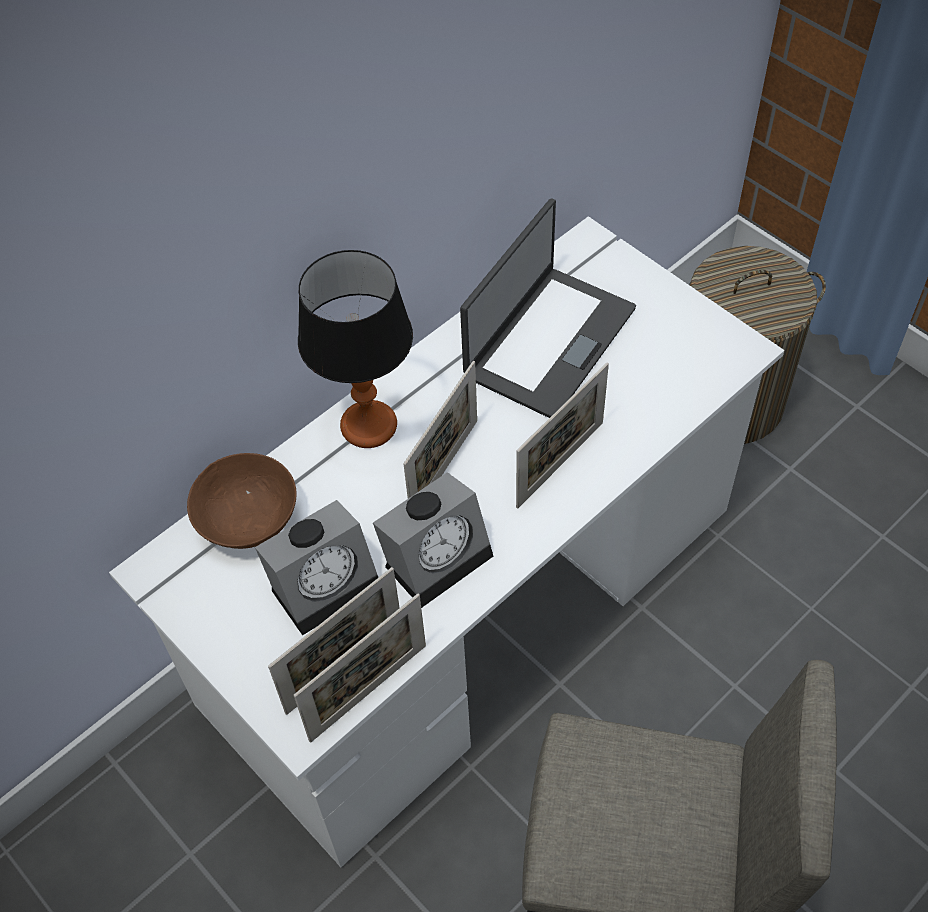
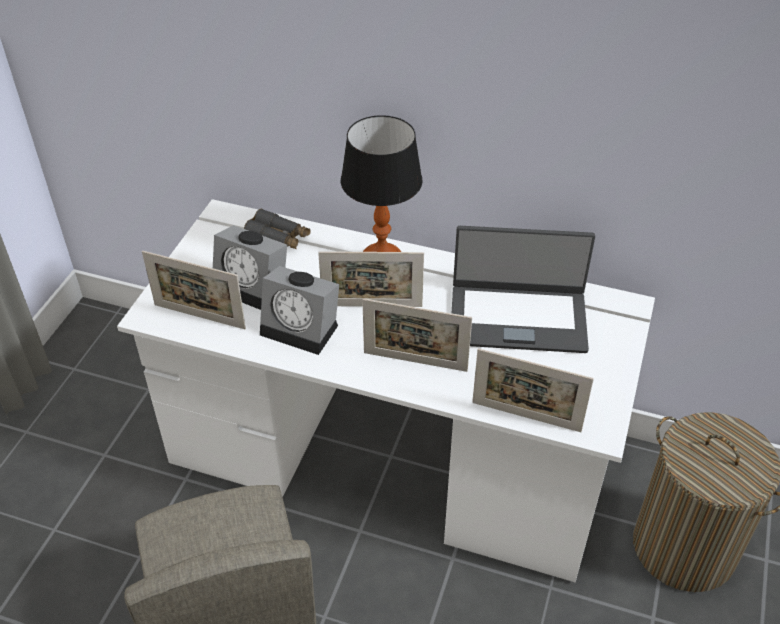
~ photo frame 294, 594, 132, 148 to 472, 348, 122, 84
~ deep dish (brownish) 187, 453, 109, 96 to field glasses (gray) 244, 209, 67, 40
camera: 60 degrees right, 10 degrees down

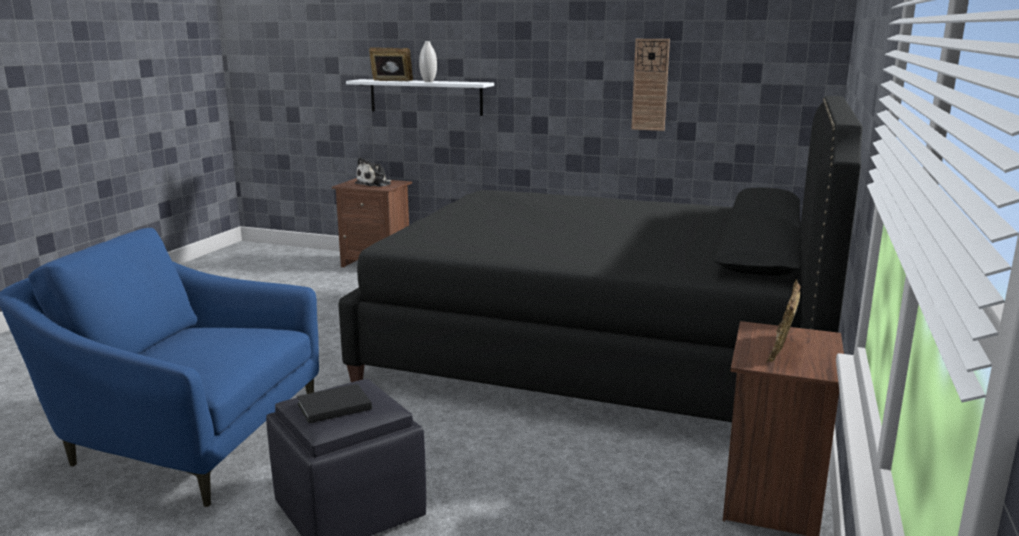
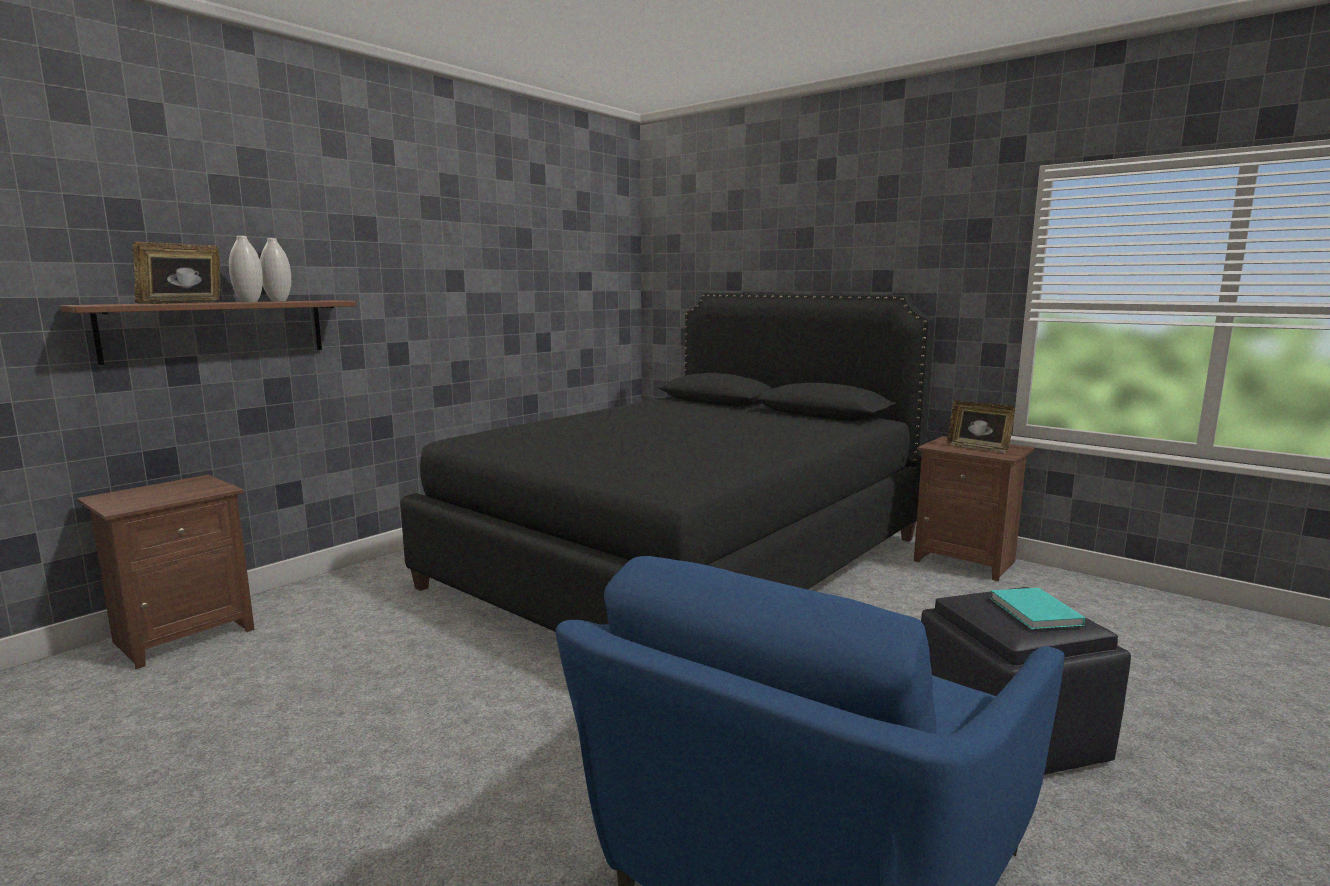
- plush toy 355, 157, 37, 30
- clock on the wall 631, 39, 39, 92
+ flower vase (white-coloured) 260, 238, 31, 63
~ book (blackish) 297, 384, 75, 39 to book (turquoise-coloured) 990, 588, 95, 42
~ bracket shelf (white-coloured) 346, 79, 148, 37 to bracket shelf (brownish) 60, 300, 296, 65
camera: 70 degrees left, 5 degrees down

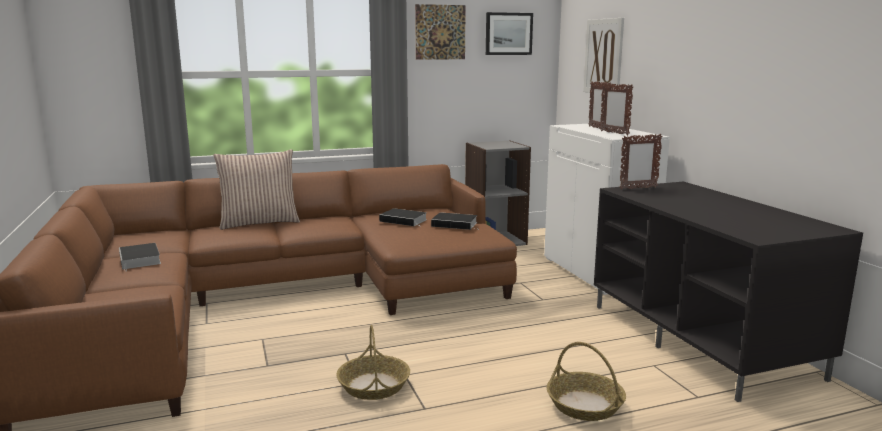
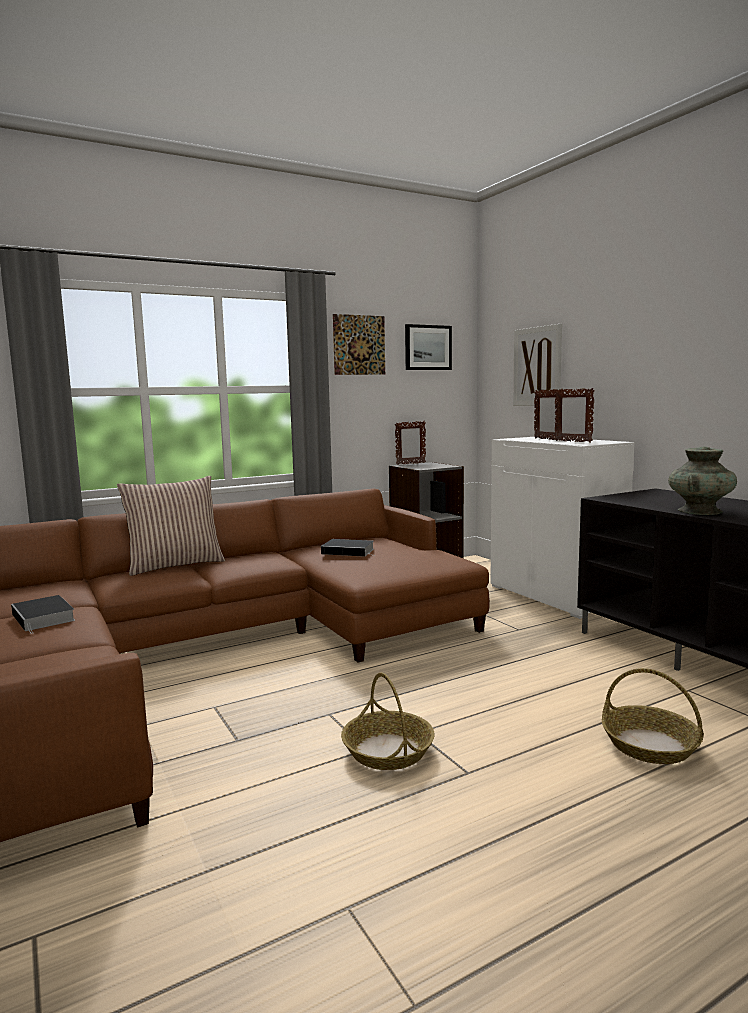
- book 431, 212, 46, 18
+ flower vase (turquoise-coloured) 668, 447, 69, 68
~ photo frame 620, 134, 43, 55 to 395, 421, 31, 44
camera: 10 degrees left, 5 degrees down

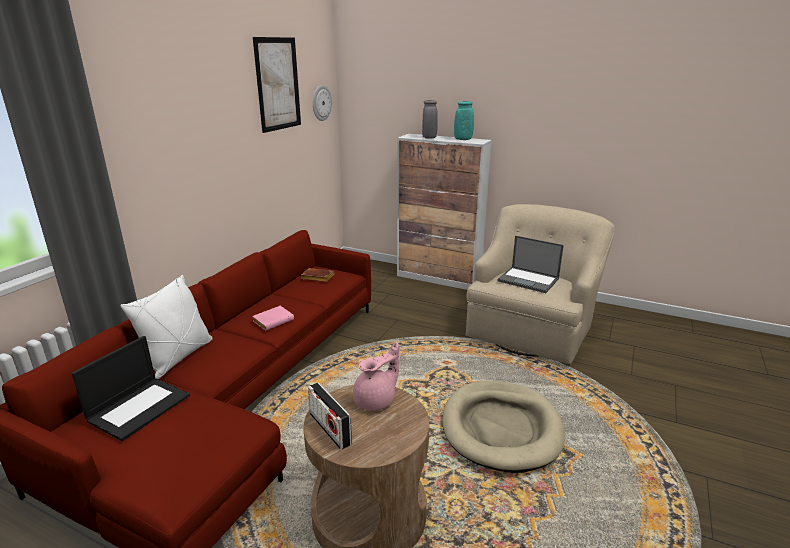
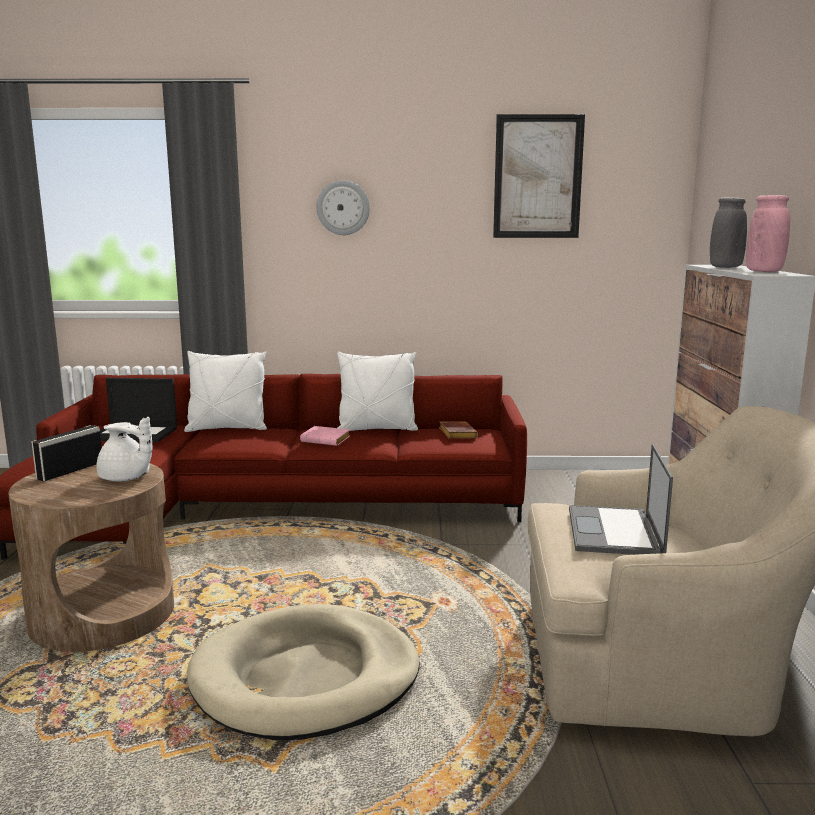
+ cushion (white-coloured) 337, 352, 81, 79
~ clock on the wall 313, 85, 19, 36 to 317, 180, 53, 55
~ pot for tea (pink) 353, 342, 46, 69 to pot for tea (white-coloured) 97, 417, 55, 64
~ flower vase (turquoise-coloured) 454, 101, 20, 39 to flower vase (pink) 746, 195, 44, 77
camera: 65 degrees right, 10 degrees down

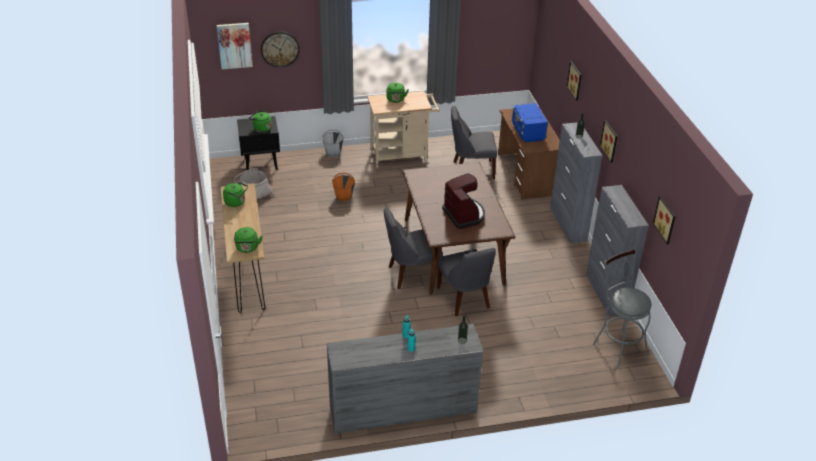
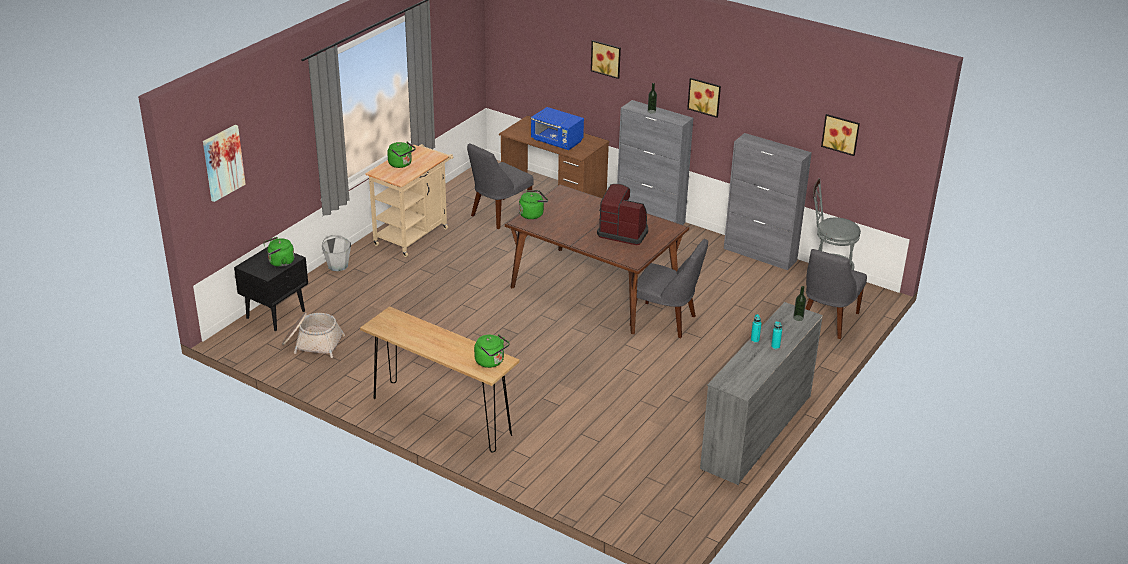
- clock on the wall 261, 31, 39, 36
- bucket (orangey) 332, 173, 23, 29
~ water kettle (green) 223, 182, 25, 25 to 519, 190, 29, 29
~ upright chair (gray) 384, 207, 59, 82 to 805, 249, 62, 90
camera: 45 degrees left, 5 degrees down

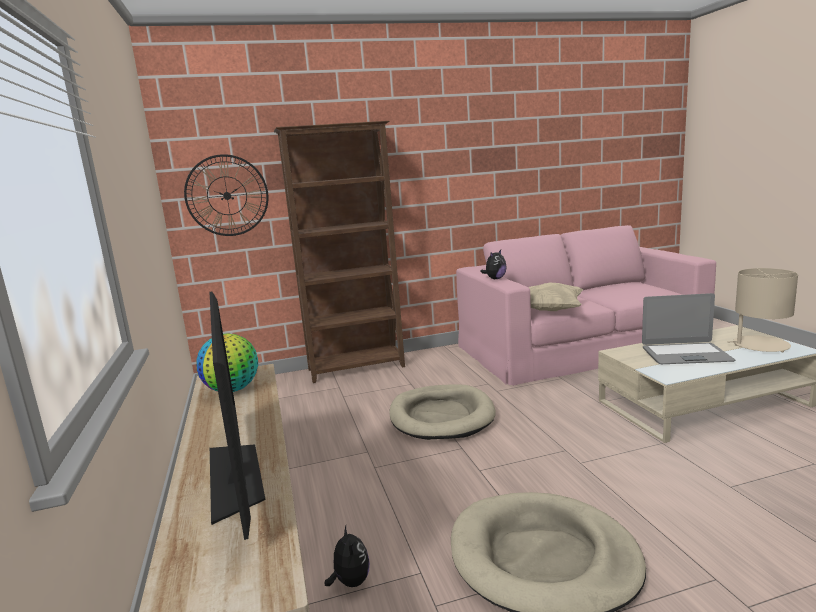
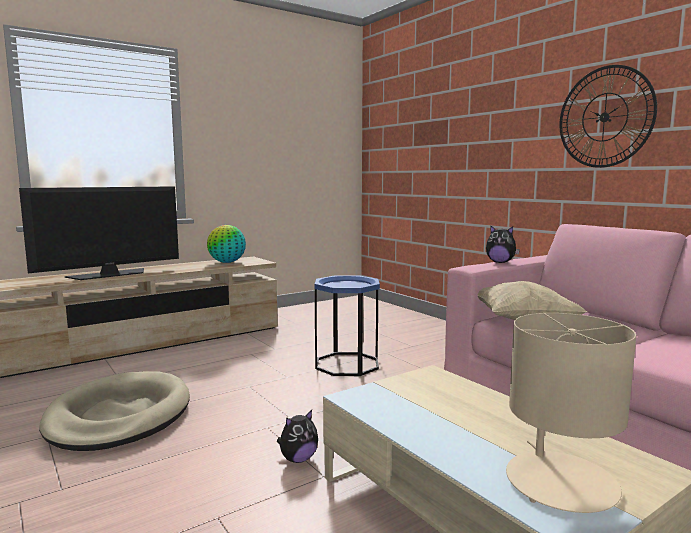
- bookshelf (brownish) 274, 121, 131, 262
- laptop 642, 293, 93, 71
~ clock on the wall 184, 154, 85, 82 to 559, 65, 98, 103
~ plush toy 325, 526, 45, 61 to 277, 410, 41, 53
~ dog cushion (beige-coloured) 389, 384, 107, 56 to side table (blue-coloured) 315, 275, 65, 101
camera: 70 degrees right, 5 degrees down

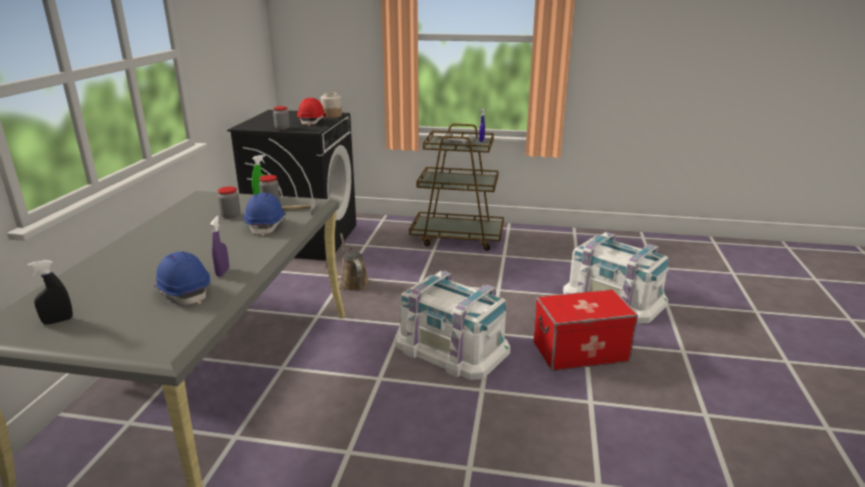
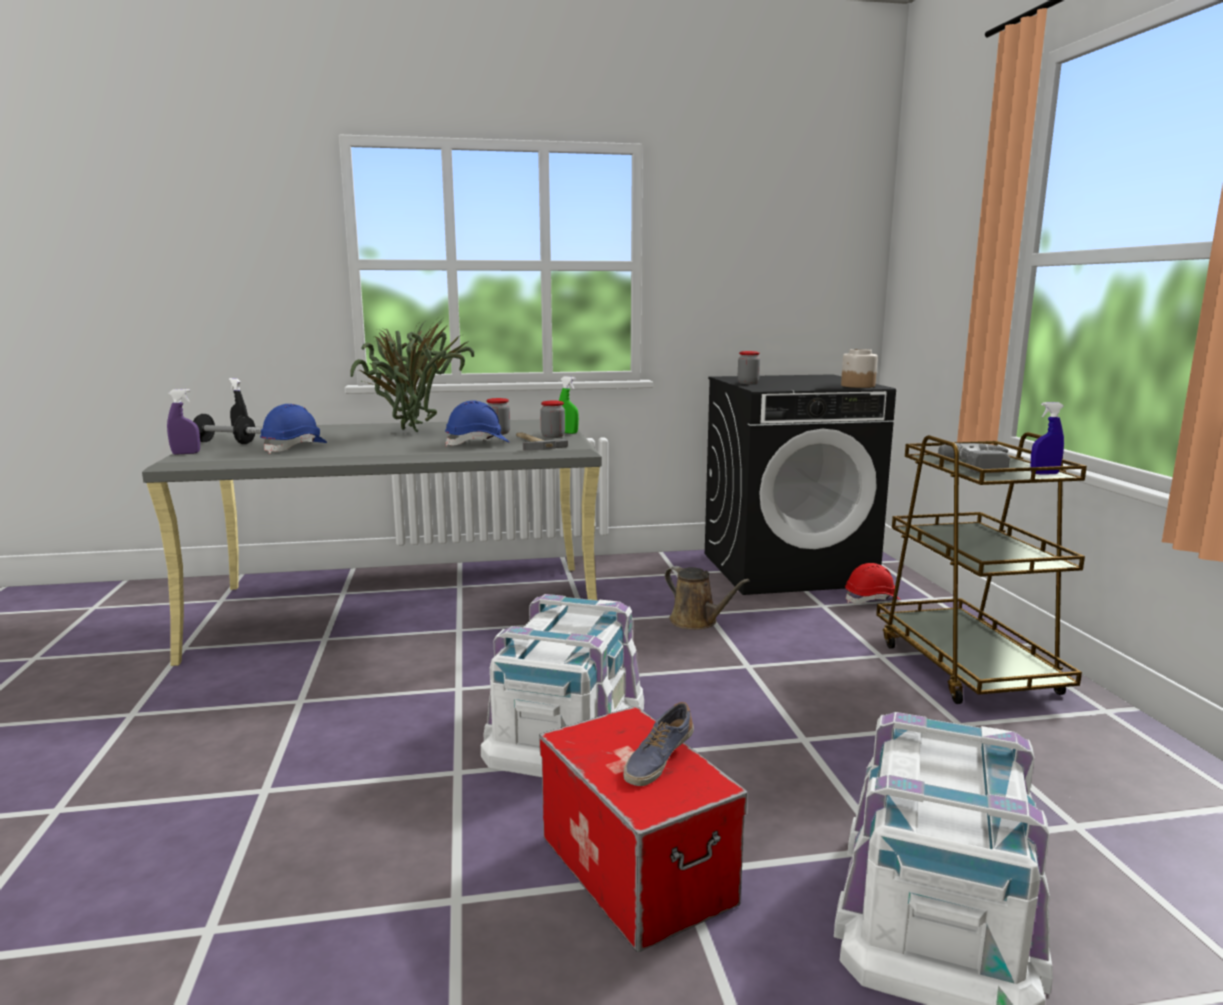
+ free weight 193, 414, 70, 30
+ houseplant 350, 319, 124, 113
+ item of footwear 623, 702, 71, 84
~ sprayer (purplish) 210, 216, 19, 61 to 167, 389, 33, 66
~ hard hat (red) 297, 98, 29, 28 to 845, 563, 56, 41
~ watering pot (brownish) 339, 233, 30, 58 = 665, 566, 85, 64 90 degrees clockwise
camera: 70 degrees right, 10 degrees down

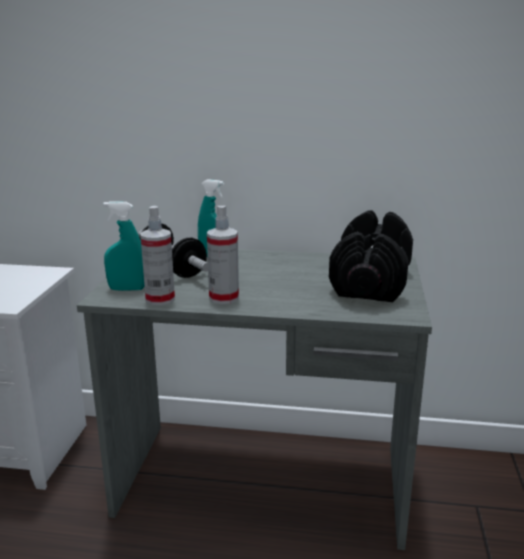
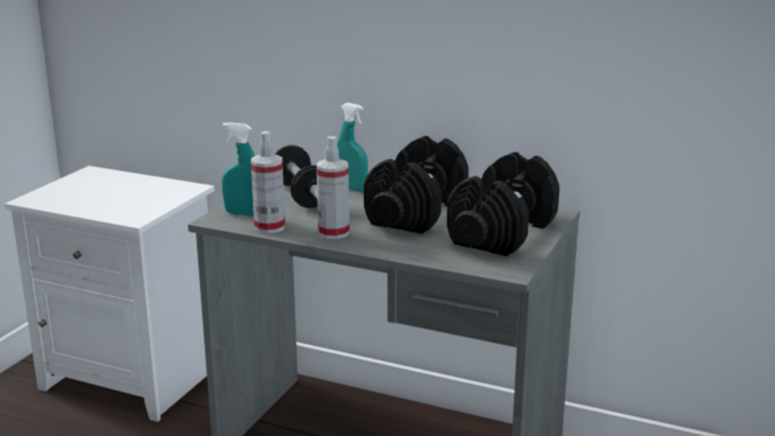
+ free weight (blackish) 364, 136, 105, 98
camera: 15 degrees right, 0 degrees up

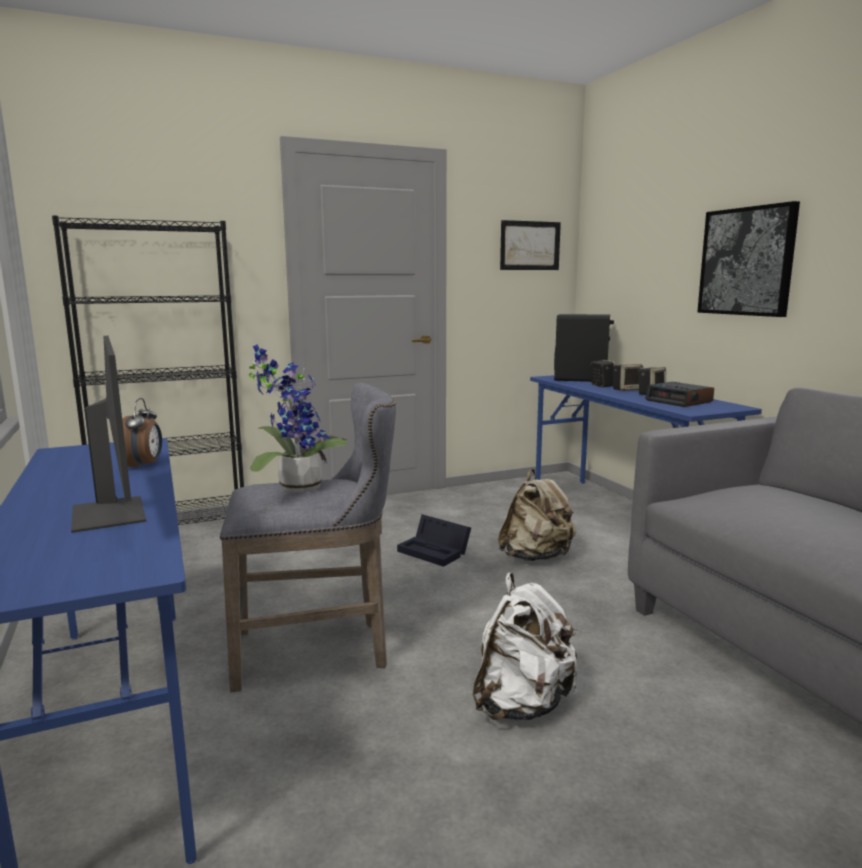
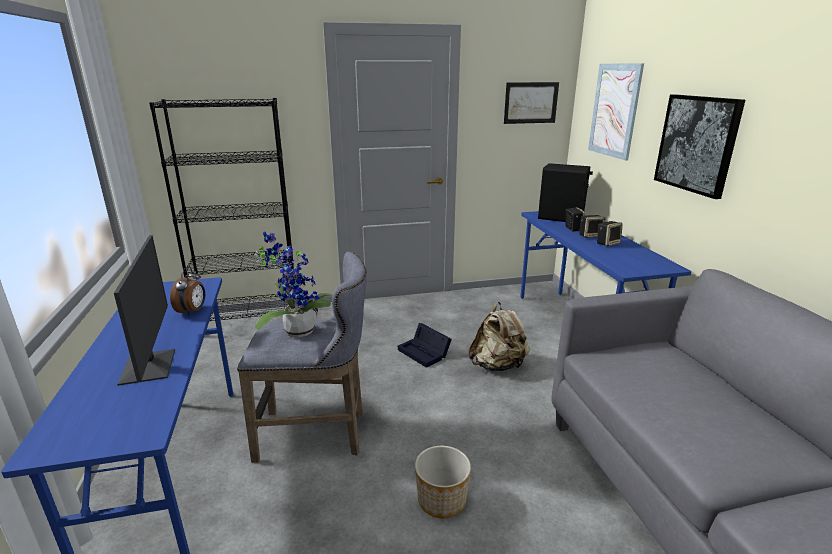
- bedside clock 645, 382, 69, 25
+ wall picture 588, 63, 56, 98
~ rucksack (white-coloured) 473, 573, 105, 147 to plant pot 415, 446, 56, 73
camera: 10 degrees right, 10 degrees up

